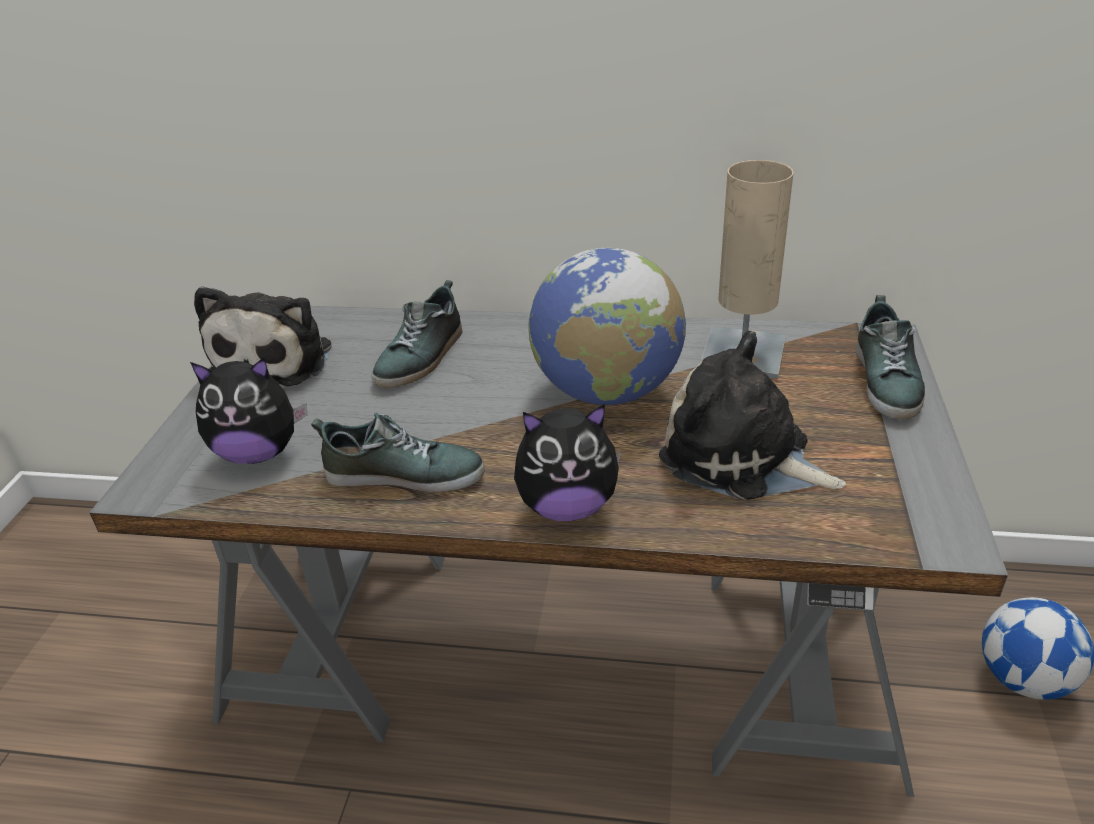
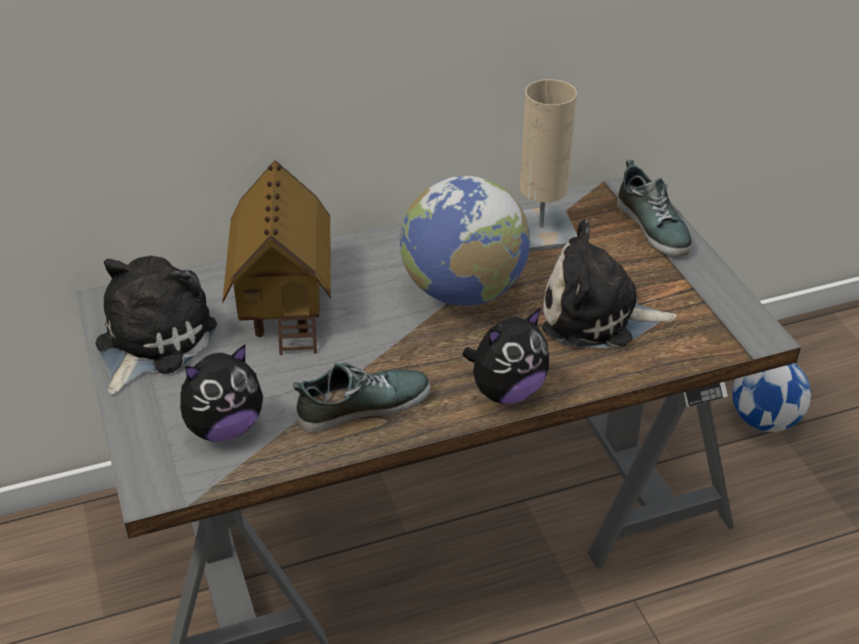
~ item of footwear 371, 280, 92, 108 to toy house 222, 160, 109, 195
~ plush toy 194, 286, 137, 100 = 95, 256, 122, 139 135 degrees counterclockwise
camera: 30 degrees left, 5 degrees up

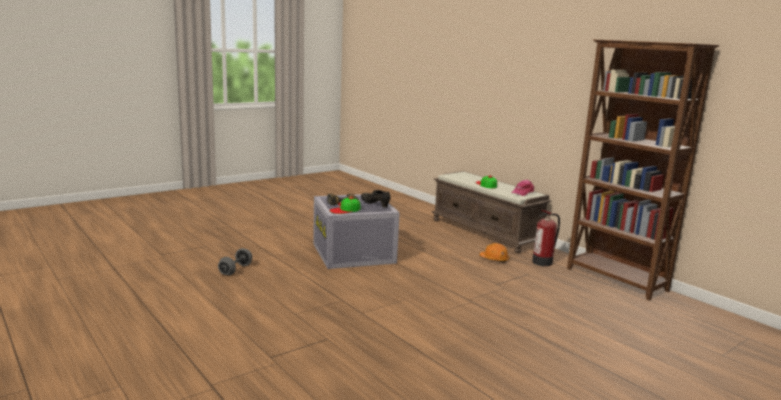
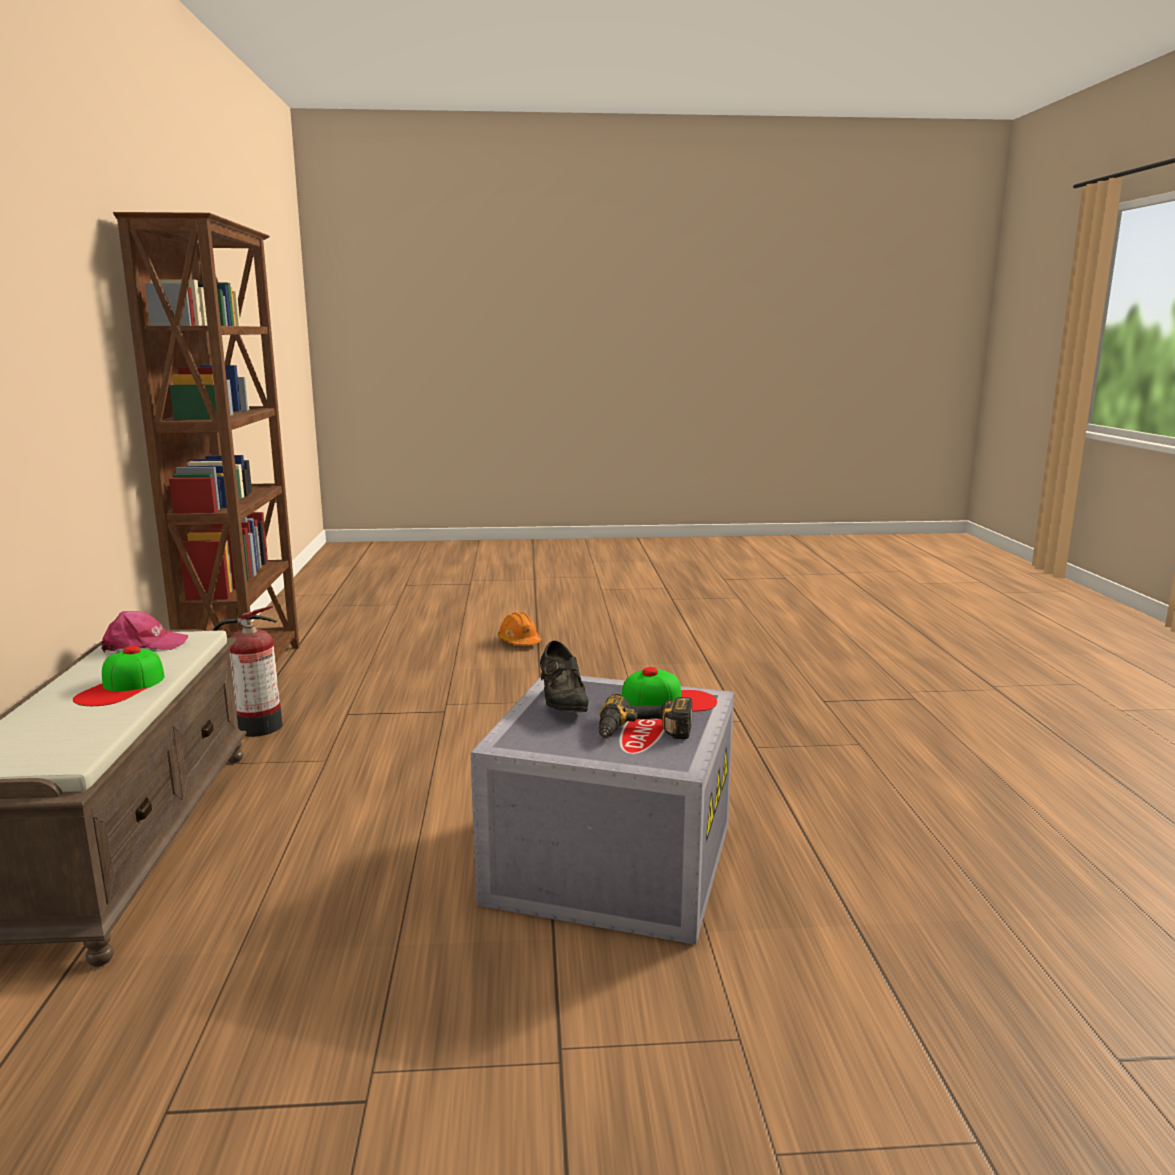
- free weight (gray) 218, 248, 34, 27
~ hard hat (orangey) 479, 243, 31, 20 to 498, 612, 43, 33
camera: 145 degrees left, 0 degrees up

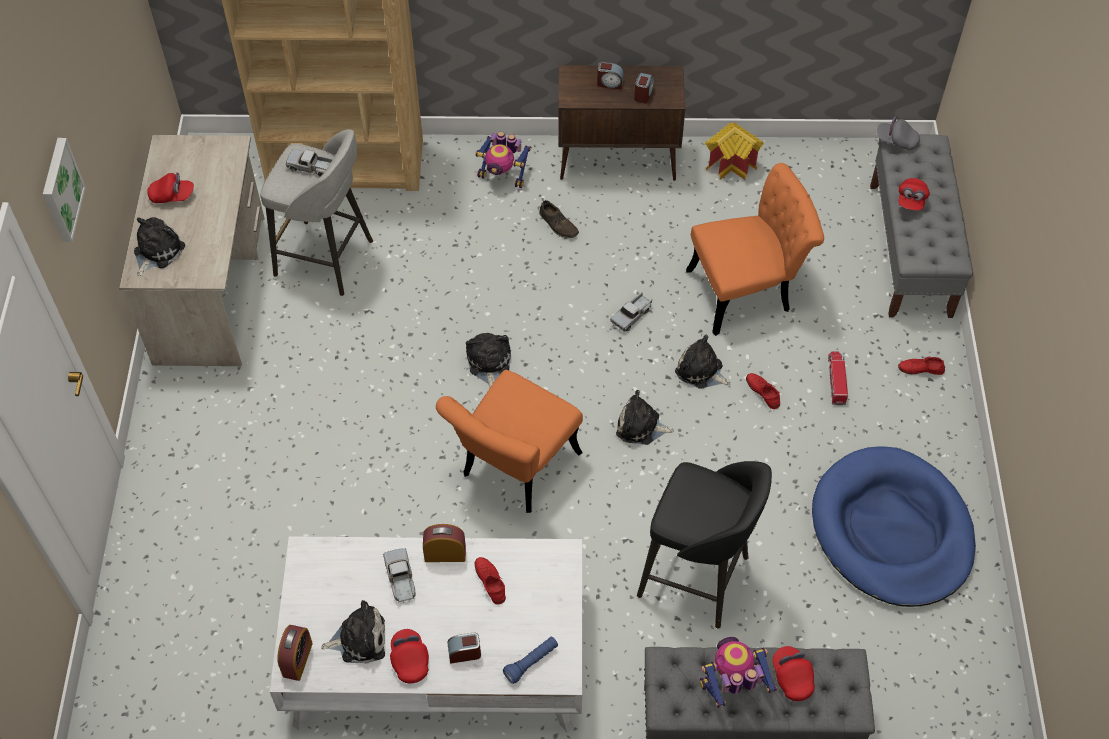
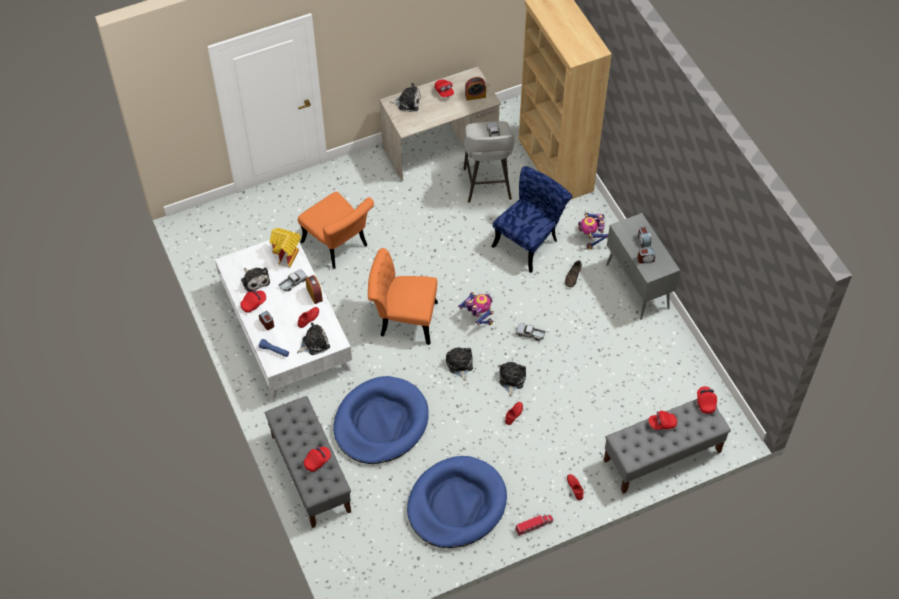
- wall picture 43, 138, 42, 104
+ upright chair (blue-coloured) 492, 166, 80, 107
~ bedside clock 277, 625, 36, 56 to 465, 77, 21, 24
~ plush toy 466, 333, 45, 54 to 297, 322, 33, 33
~ upright chair (orangey) 686, 163, 138, 173 to 298, 191, 76, 77
~ toy robot 699, 637, 78, 71 to 458, 292, 36, 33
~ toy house 705, 123, 59, 57 to 269, 228, 32, 40
~ toy lorry 828, 351, 20, 54 to 515, 514, 38, 22
~ stool (blackish) 637, 461, 135, 167 to dog cushion (blue-coloured) 333, 376, 96, 88
~ cabinet (brownish) 558, 65, 127, 116 to cabinet (gray) 606, 213, 74, 107
~ baseball cap (gray) 877, 116, 43, 34 to baseball cap (red) 697, 386, 20, 28
camera: 65 degrees right, 0 degrees up

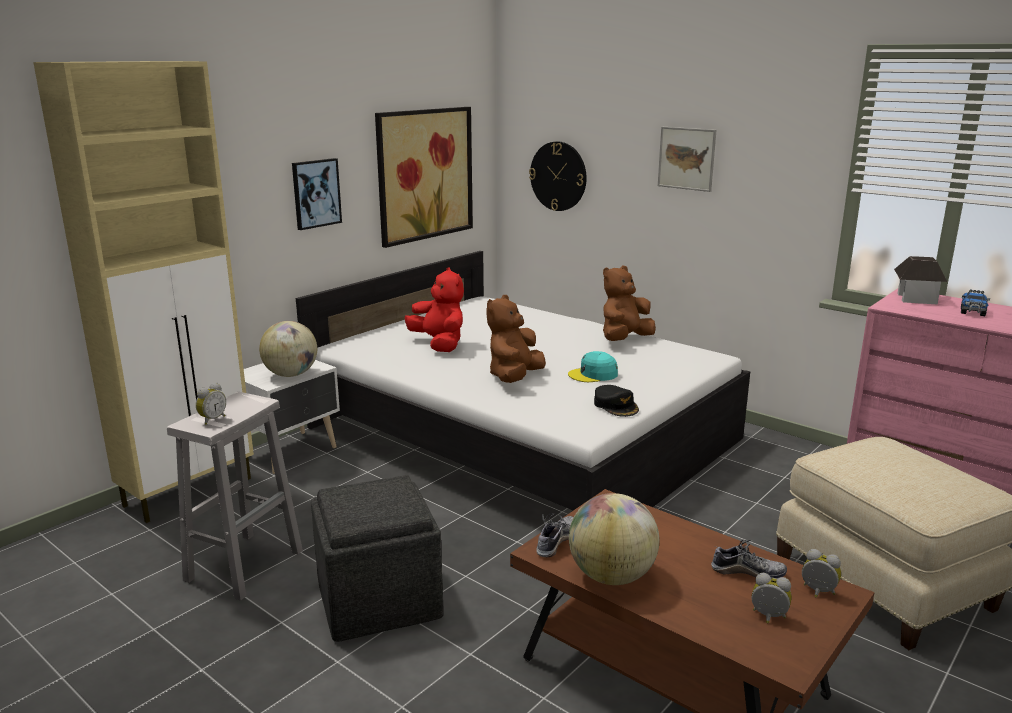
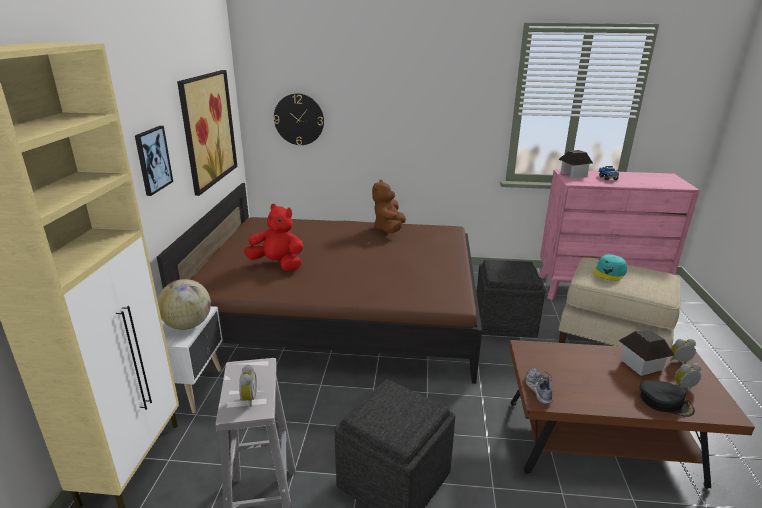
- plush toy (brownish) 486, 295, 60, 88
- desk globe 569, 493, 90, 92
- wall picture 658, 127, 58, 65
+ ottoman (gray) 476, 260, 69, 78
~ baseball cap (turquoise-coloured) 568, 351, 50, 31 to 593, 254, 34, 27
~ baseball cap (blackish) 594, 385, 45, 32 to 640, 380, 55, 37
~ item of footwear 711, 540, 76, 39 to toy house 619, 329, 56, 47
~ sleeping bed (white-coloured) 296, 251, 454, 259 to sleeping bed (brownish) 157, 183, 325, 201
camera: 35 degrees left, 5 degrees up

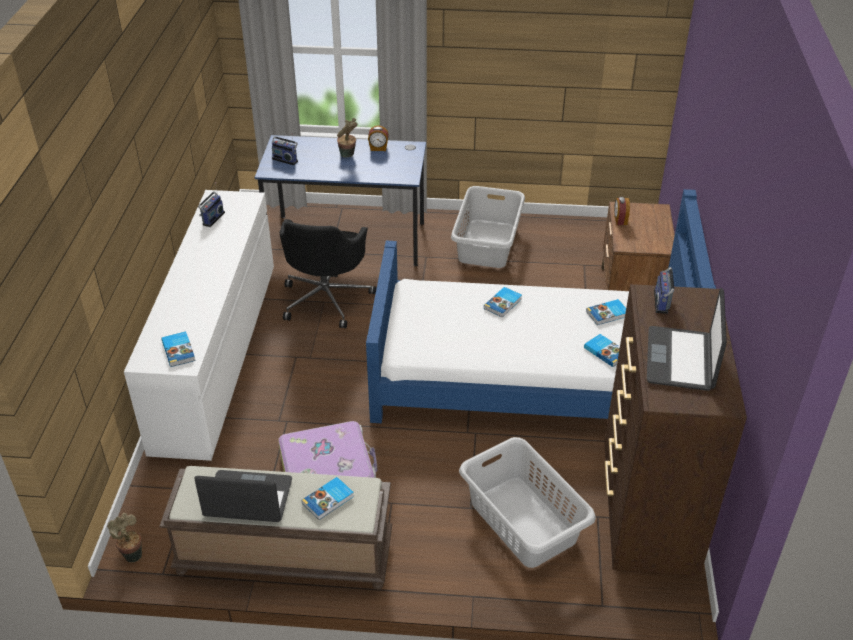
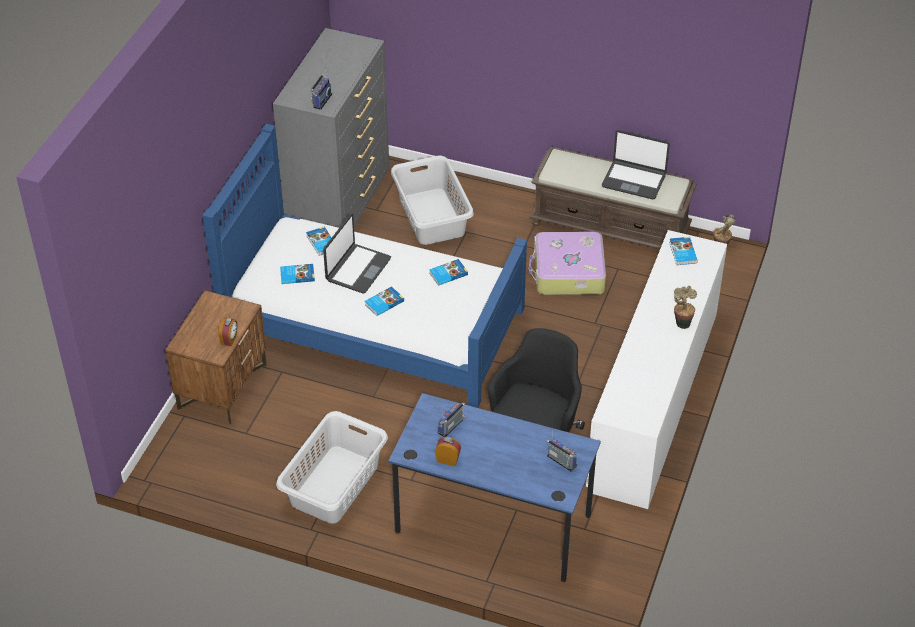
~ radio receiver 198, 182, 27, 45 to 437, 403, 28, 34
~ book 302, 477, 52, 43 to 429, 259, 39, 27
~ houseplant 337, 118, 20, 39 to 674, 286, 23, 43
~ laptop 647, 288, 80, 103 to 323, 214, 68, 79
~ drawer chest (brownish) 604, 284, 143, 292 to drawer chest (gray) 273, 28, 116, 200
camera: 165 degrees left, 5 degrees up

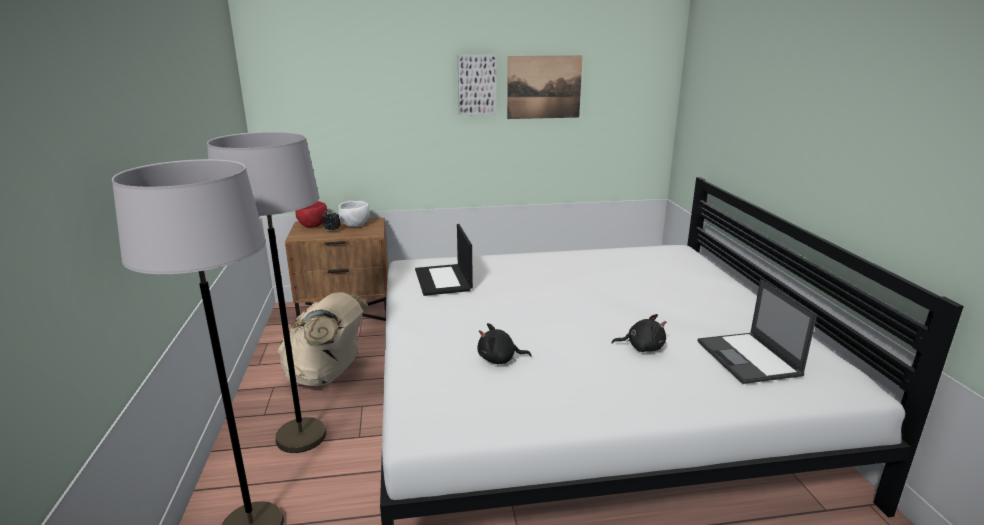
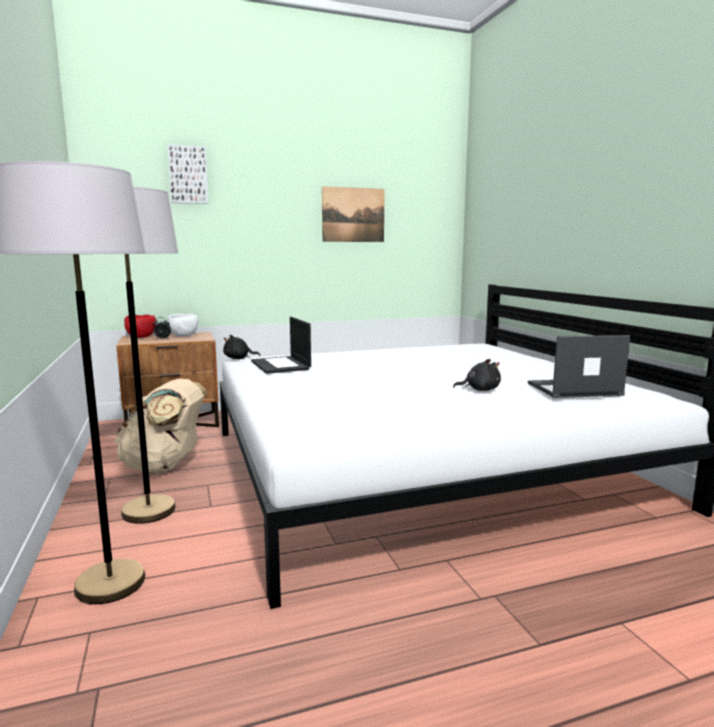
~ wall picture 458, 55, 39, 60 to 167, 144, 42, 60
~ plush toy (blackish) 477, 323, 55, 41 to 223, 335, 37, 24
~ laptop 698, 279, 119, 105 = 528, 335, 102, 63 105 degrees clockwise
camera: 10 degrees left, 10 degrees down

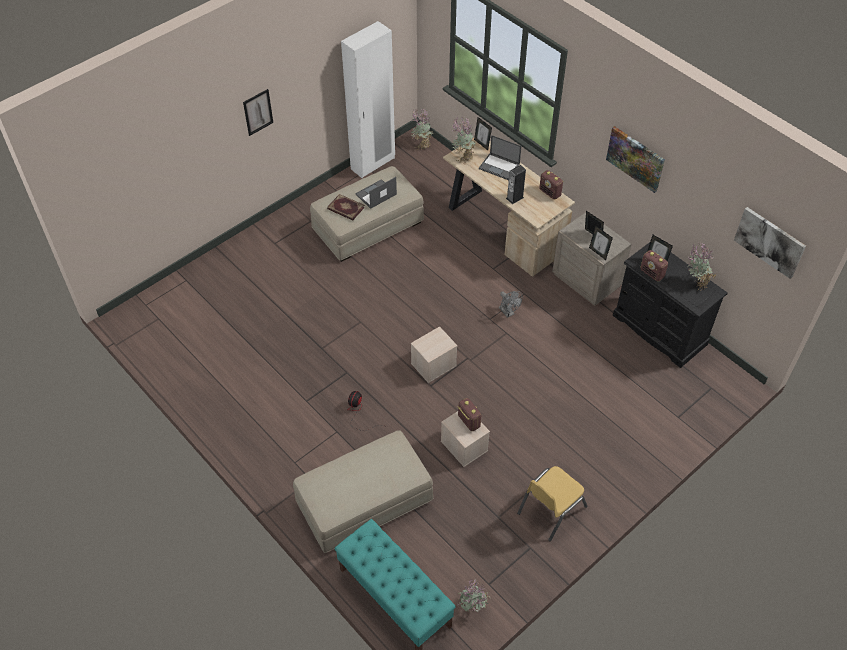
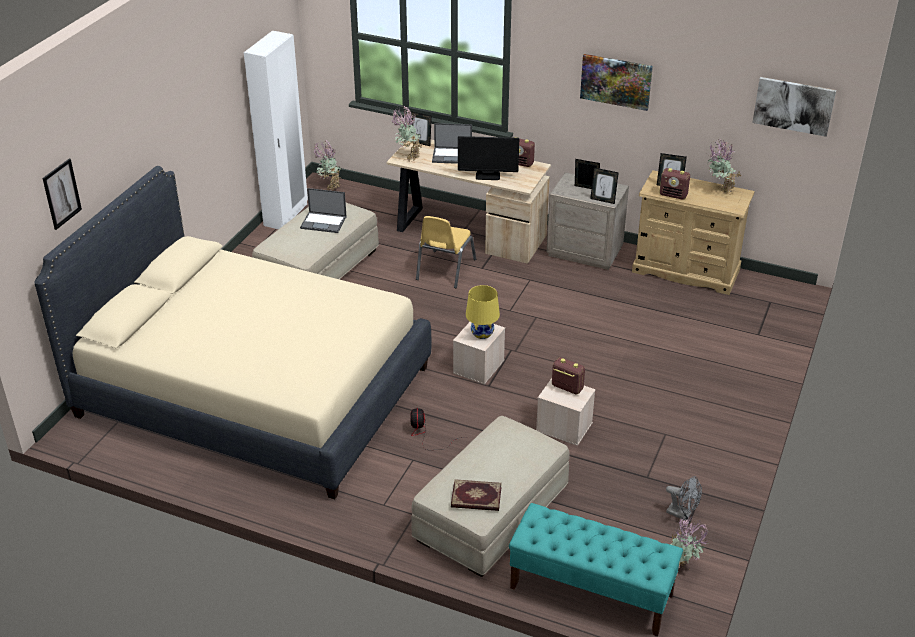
+ sleeping bed (beige-coloured) 34, 166, 397, 333
+ tabletop lamp (yellowish) 466, 285, 34, 54
~ wall picture 243, 89, 30, 47 to 43, 158, 39, 72
~ book 327, 194, 38, 26 to 451, 479, 51, 32
~ electric fan (gray) 499, 291, 23, 27 to 666, 476, 36, 45
~ upright chair (yellowish) 517, 466, 71, 75 to 416, 216, 60, 72
~ loudspeaker 506, 165, 20, 39 to computer screen 458, 136, 61, 44
~ drawer chest (blackish) 613, 242, 115, 126 to drawer chest (beige-coloured) 632, 170, 123, 125
~ laptop 355, 177, 42, 32 = 300, 188, 46, 45 105 degrees counterclockwise
camera: 25 degrees left, 15 degrees down

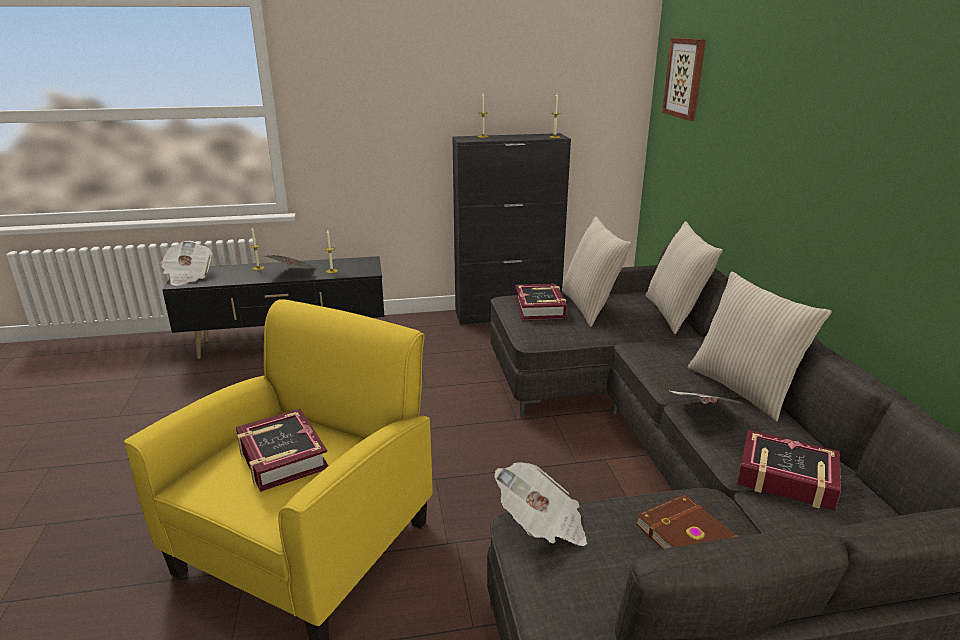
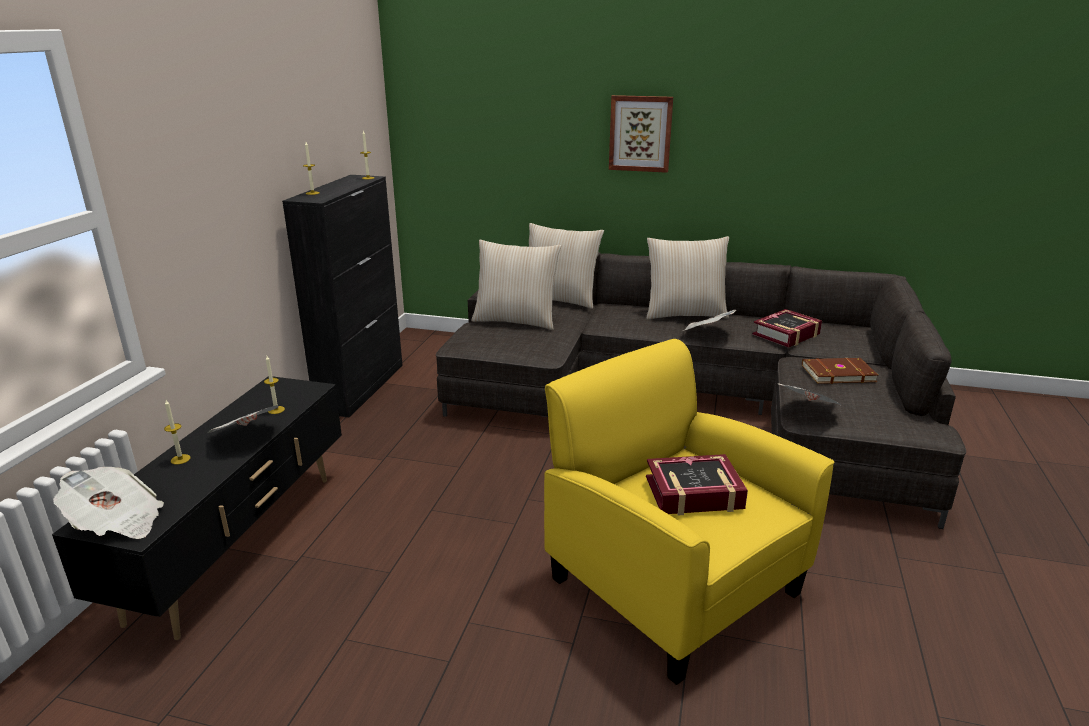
- book 515, 284, 52, 36
~ wall picture 662, 38, 44, 83 to 609, 95, 64, 78
camera: 65 degrees left, 0 degrees up

